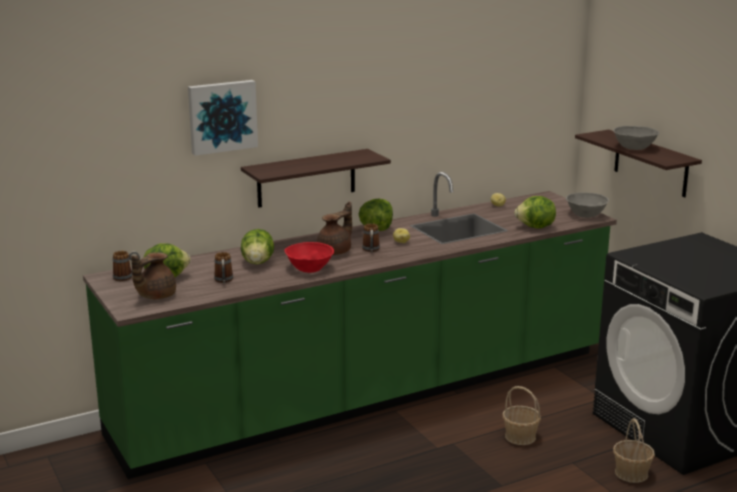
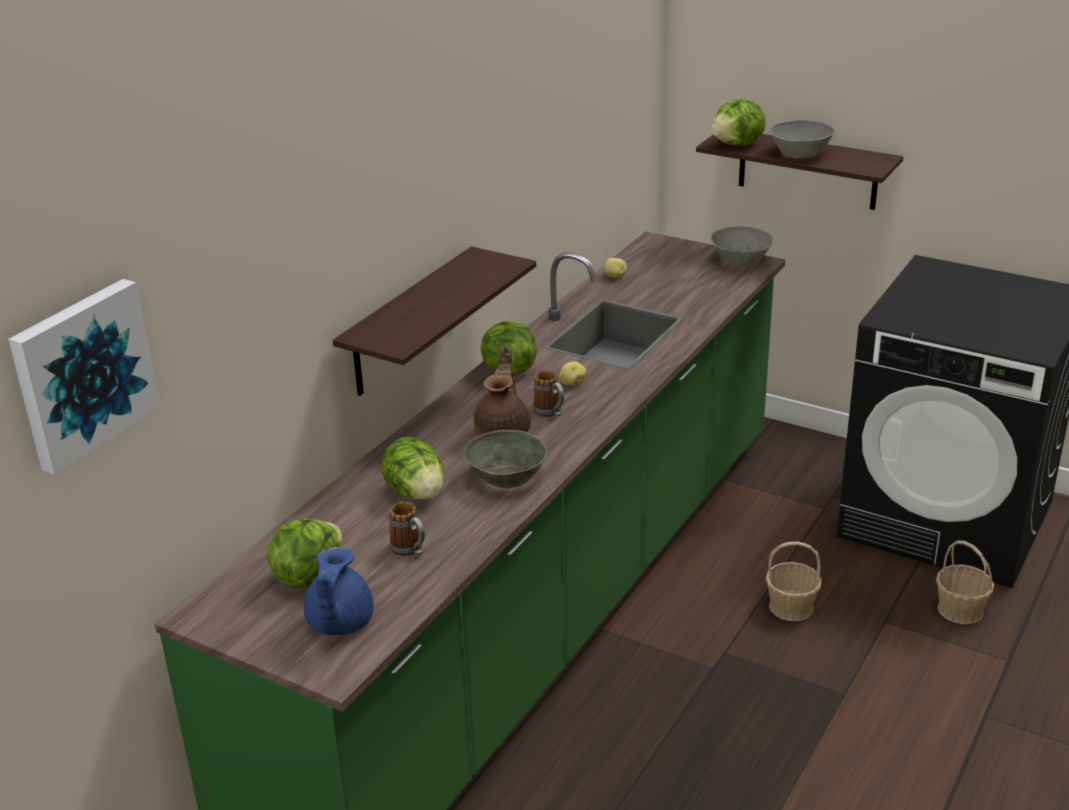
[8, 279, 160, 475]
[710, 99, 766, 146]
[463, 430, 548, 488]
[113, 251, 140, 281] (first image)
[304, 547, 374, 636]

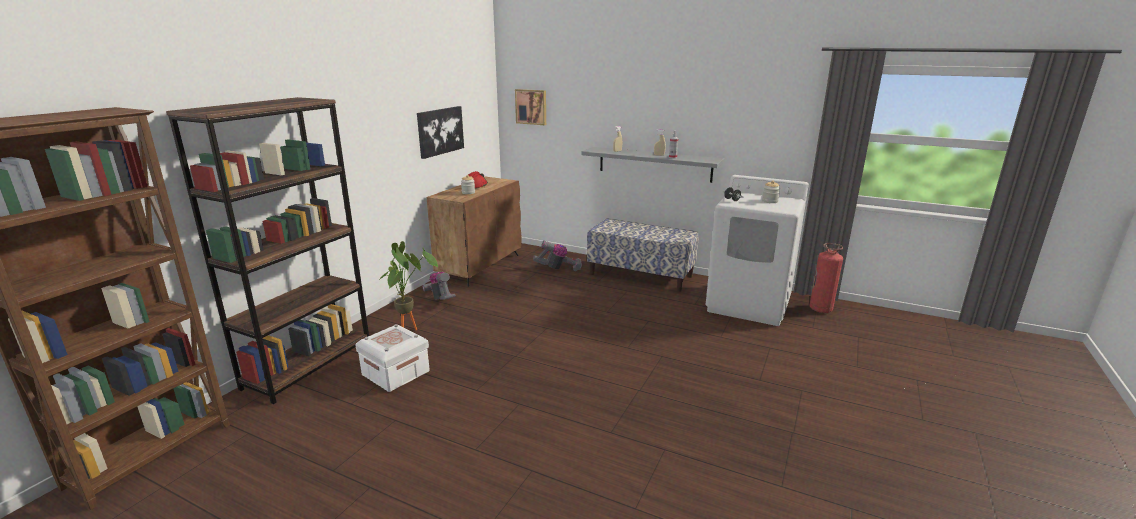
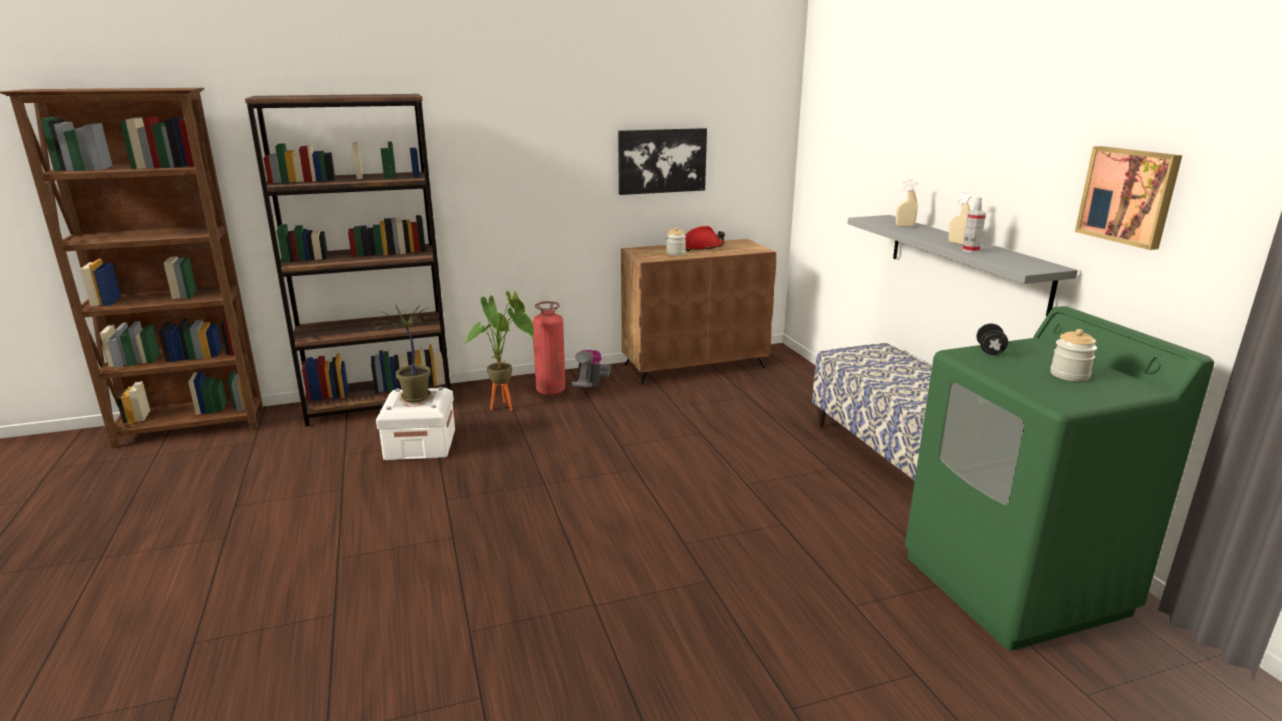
[1075, 146, 1182, 250]
[905, 306, 1214, 651]
[533, 241, 582, 271] (first image)
[532, 301, 565, 395]
[373, 304, 436, 403]

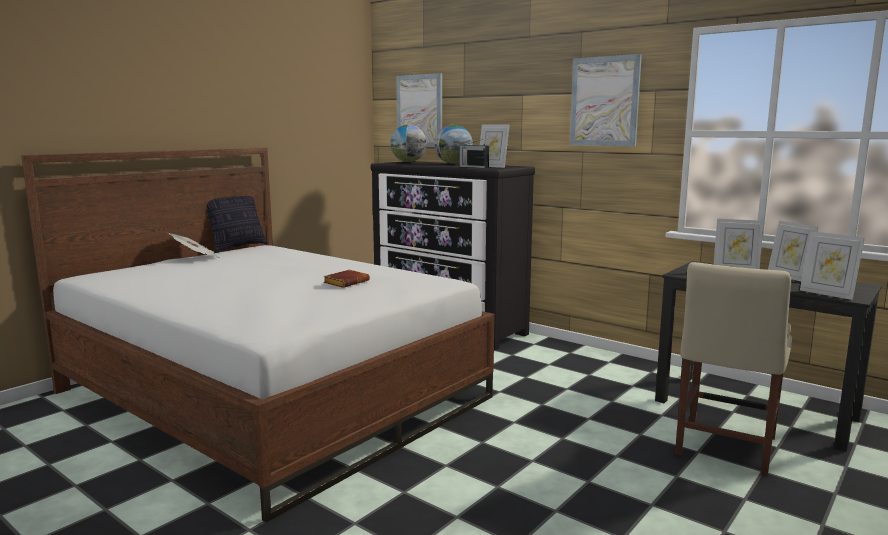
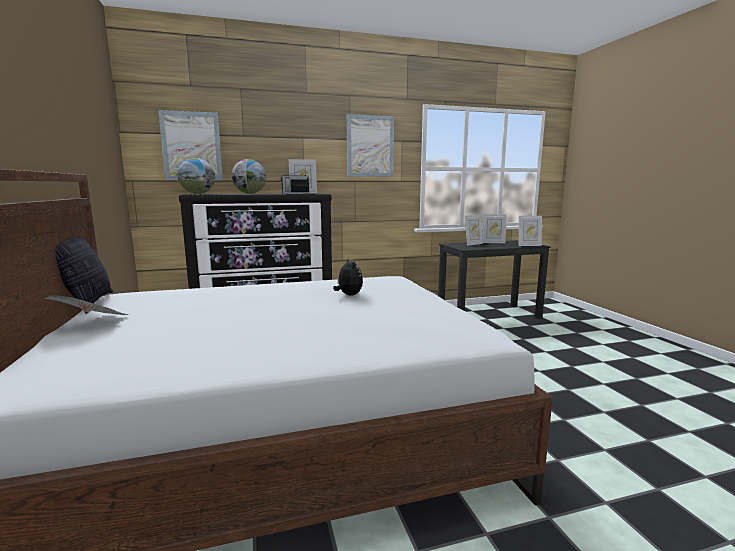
[675, 262, 792, 476] (first image)
[333, 258, 363, 296]

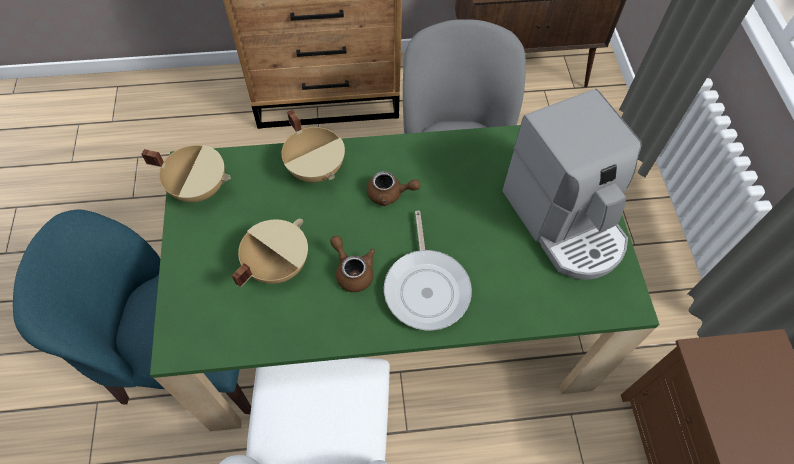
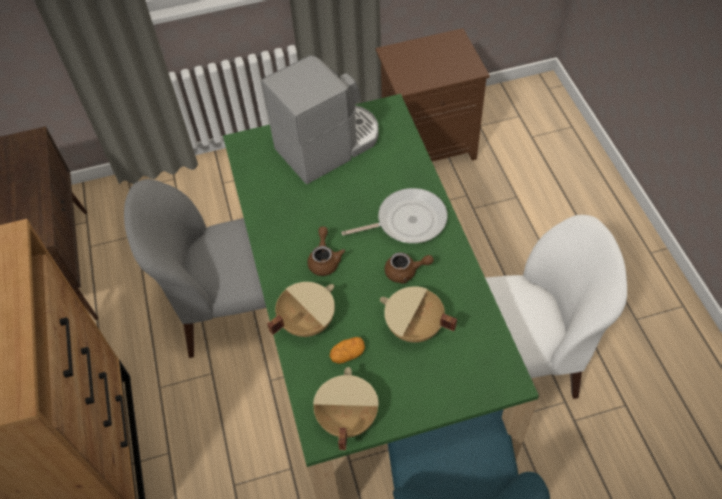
[385, 252, 434, 284]
[329, 337, 365, 364]

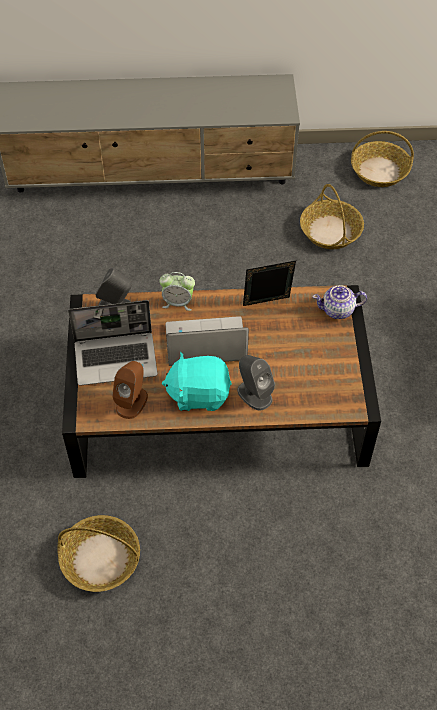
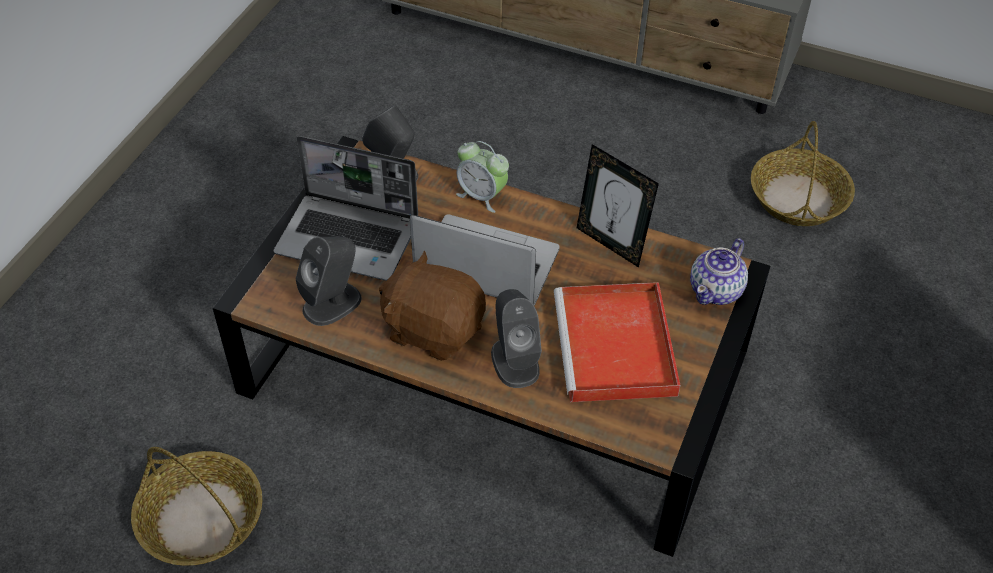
[351, 131, 414, 187] (first image)
[577, 144, 659, 268]
[690, 238, 748, 305]
[379, 251, 486, 361]
[295, 236, 362, 326]
[554, 282, 680, 402]

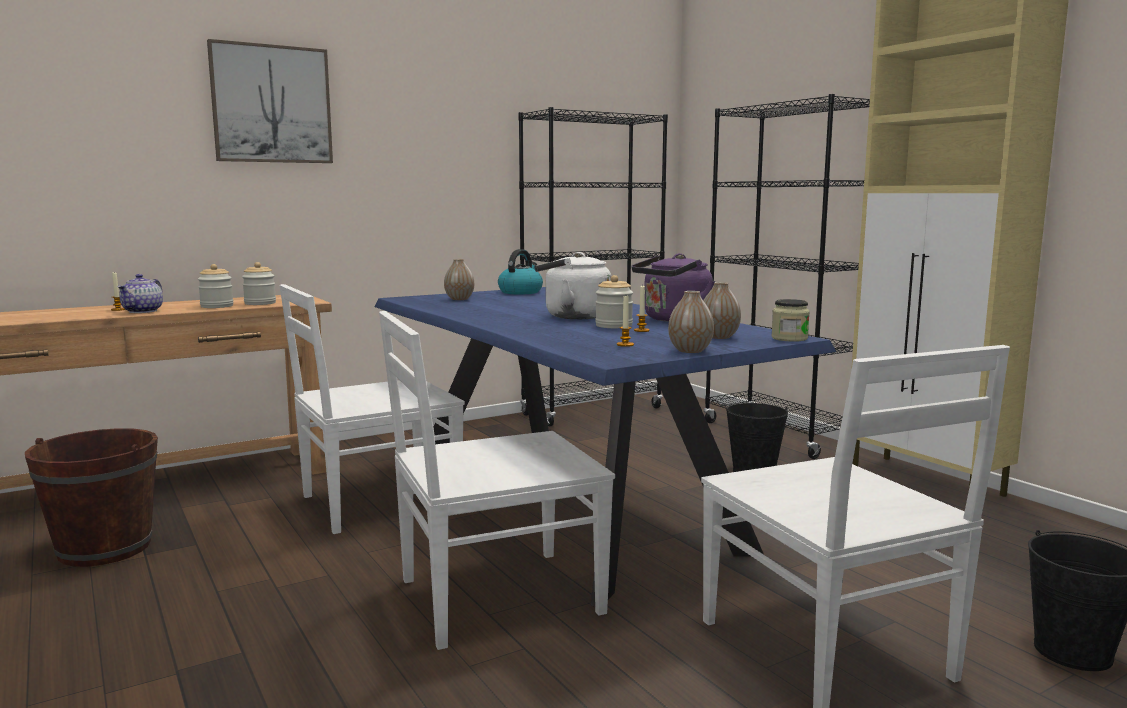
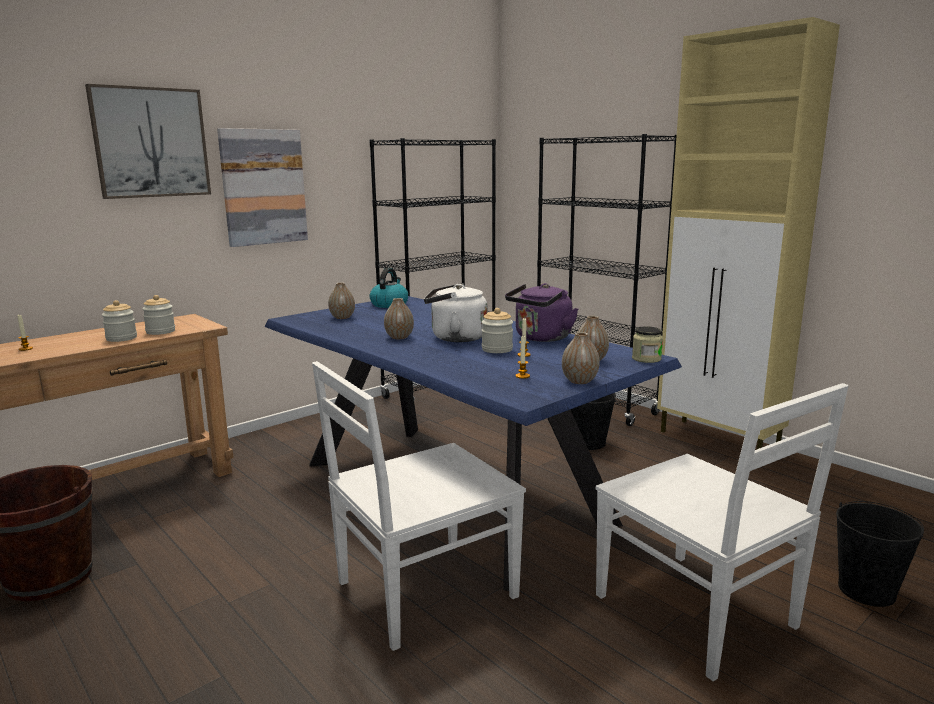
[117, 274, 163, 313] (first image)
[279, 284, 465, 534] (first image)
[217, 128, 308, 247]
[384, 298, 414, 339]

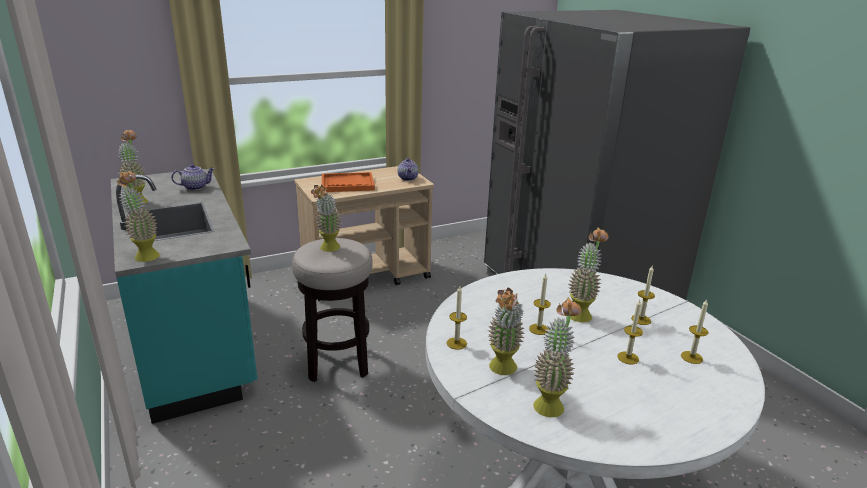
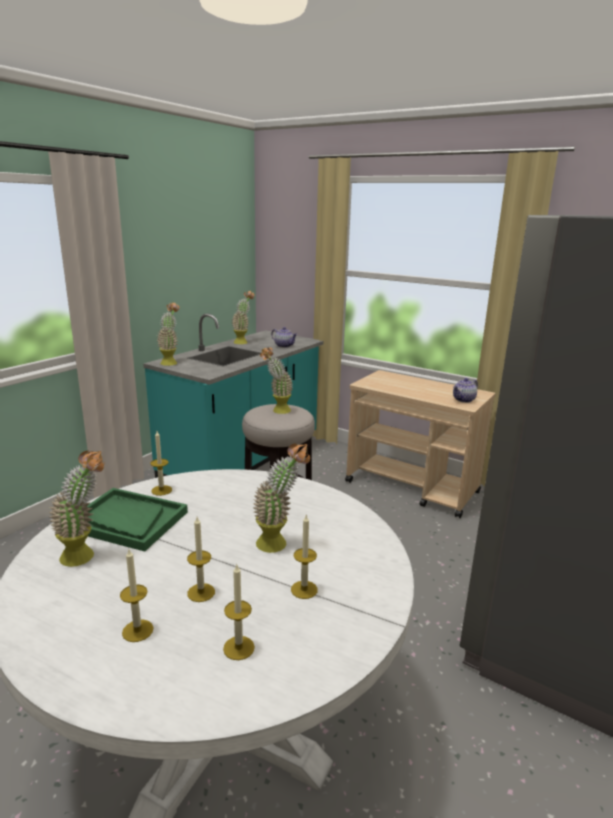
[322, 172, 375, 192] (first image)
[120, 549, 153, 642]
[87, 488, 188, 552]

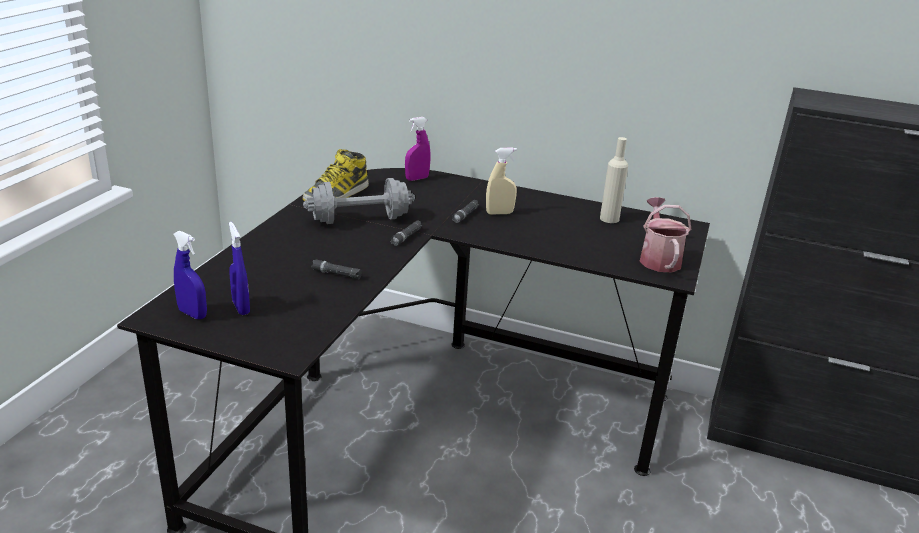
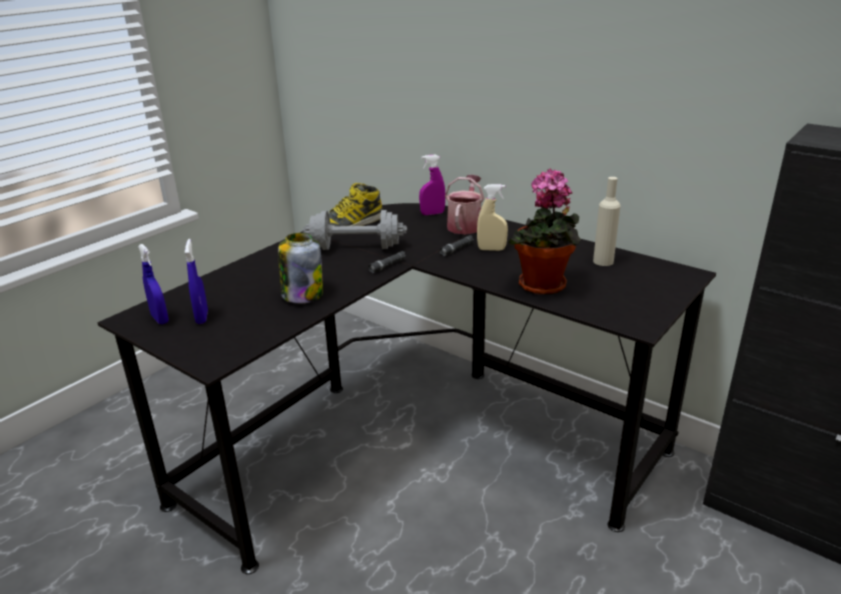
[445, 175, 484, 234]
[278, 233, 323, 303]
[508, 168, 581, 295]

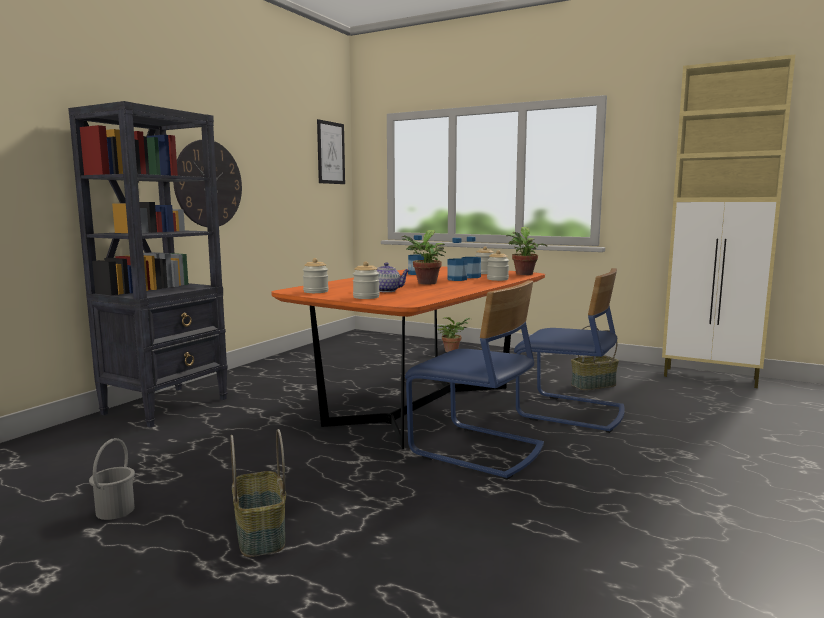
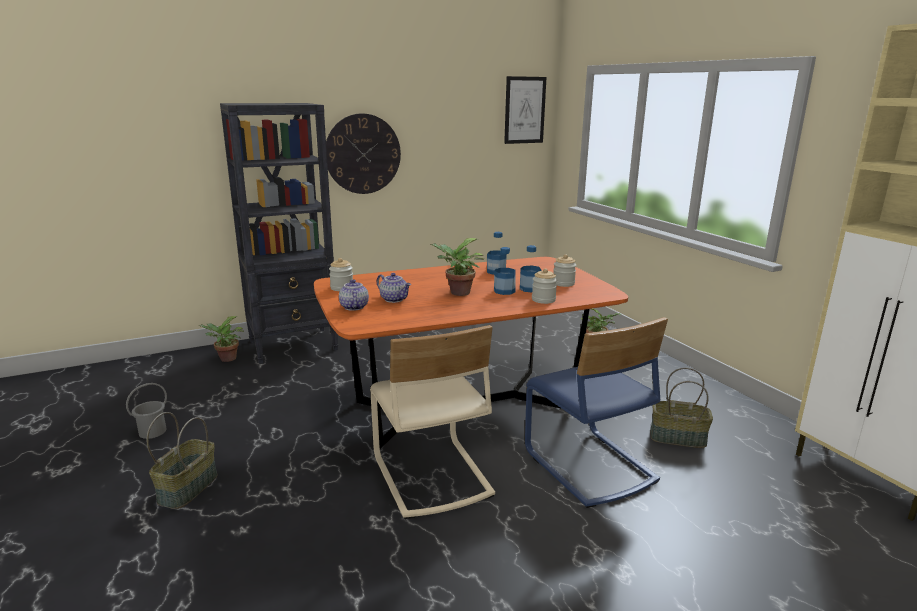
[199, 316, 244, 362]
[339, 279, 369, 311]
[370, 325, 495, 519]

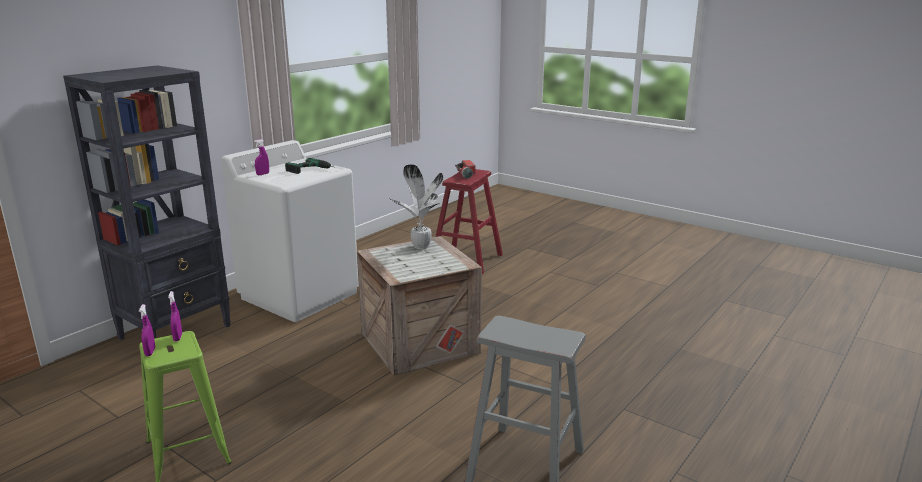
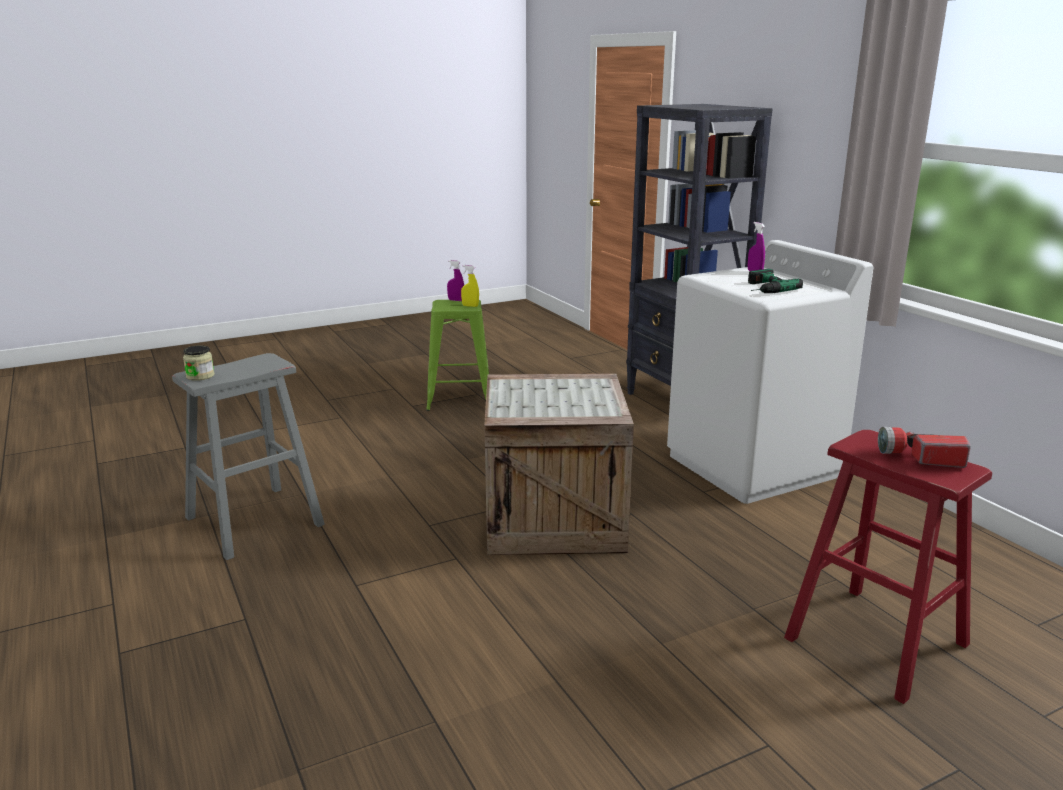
[390, 165, 443, 249] (first image)
[461, 265, 479, 307]
[183, 345, 214, 381]

